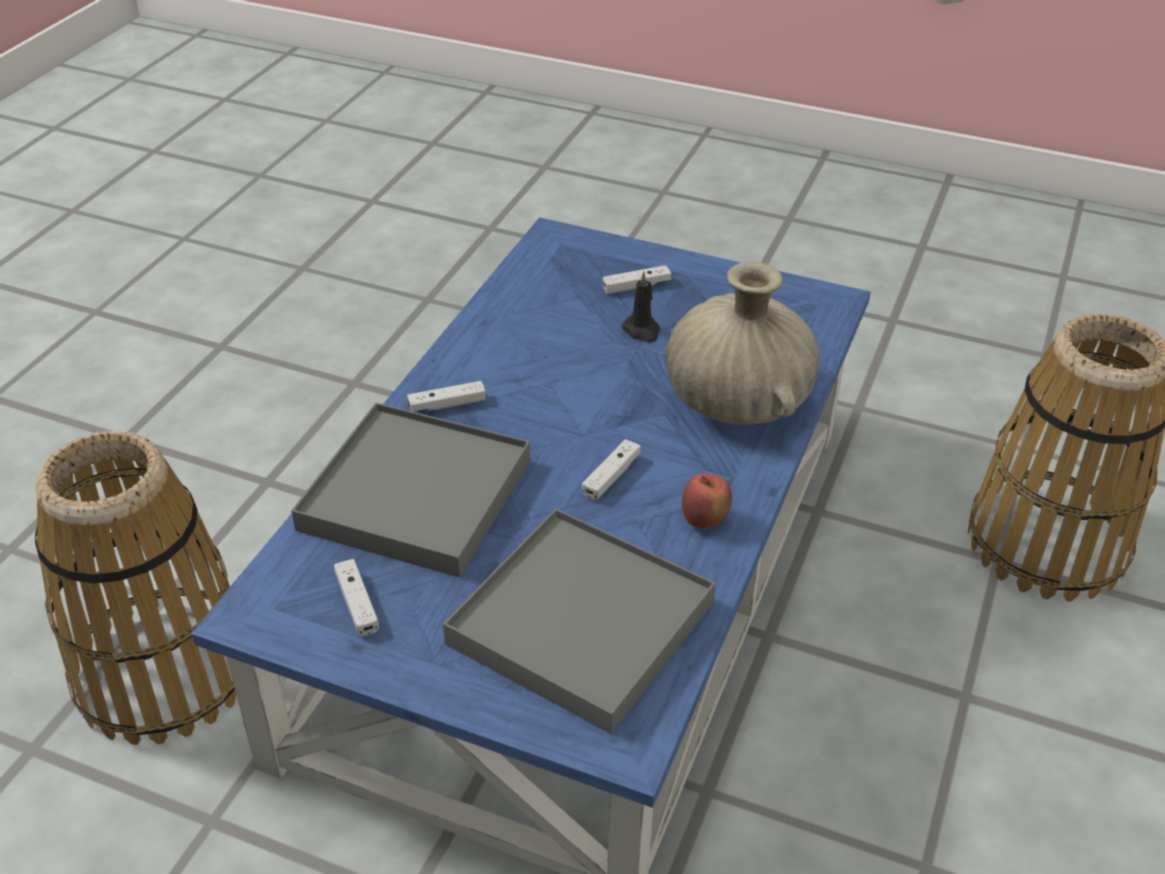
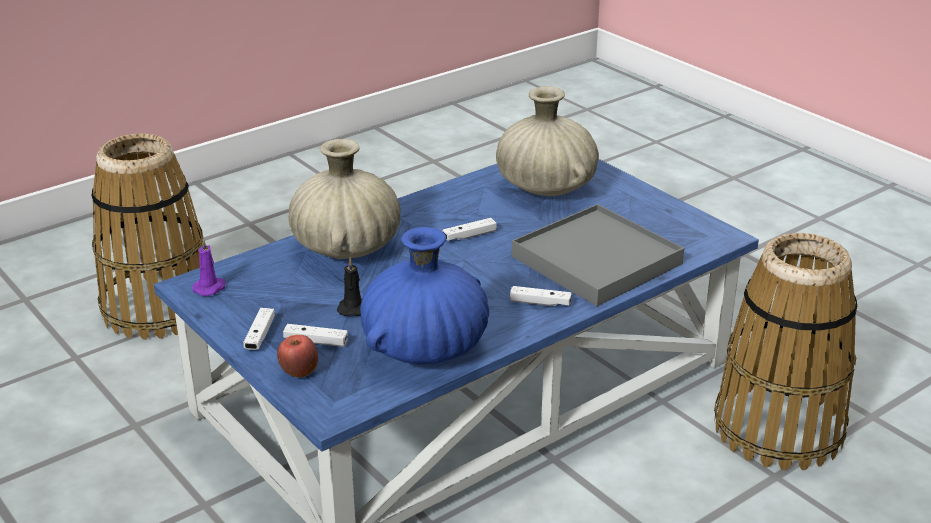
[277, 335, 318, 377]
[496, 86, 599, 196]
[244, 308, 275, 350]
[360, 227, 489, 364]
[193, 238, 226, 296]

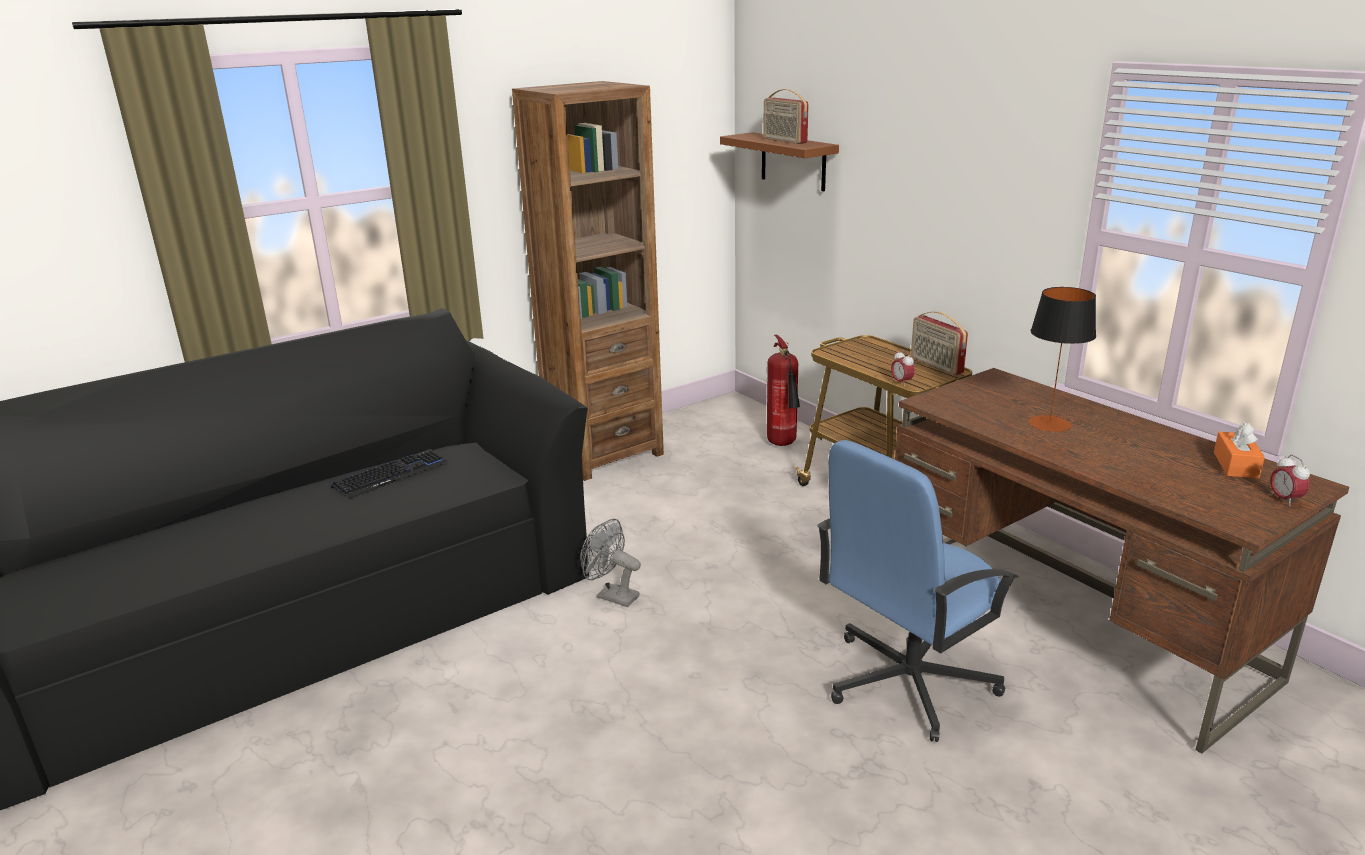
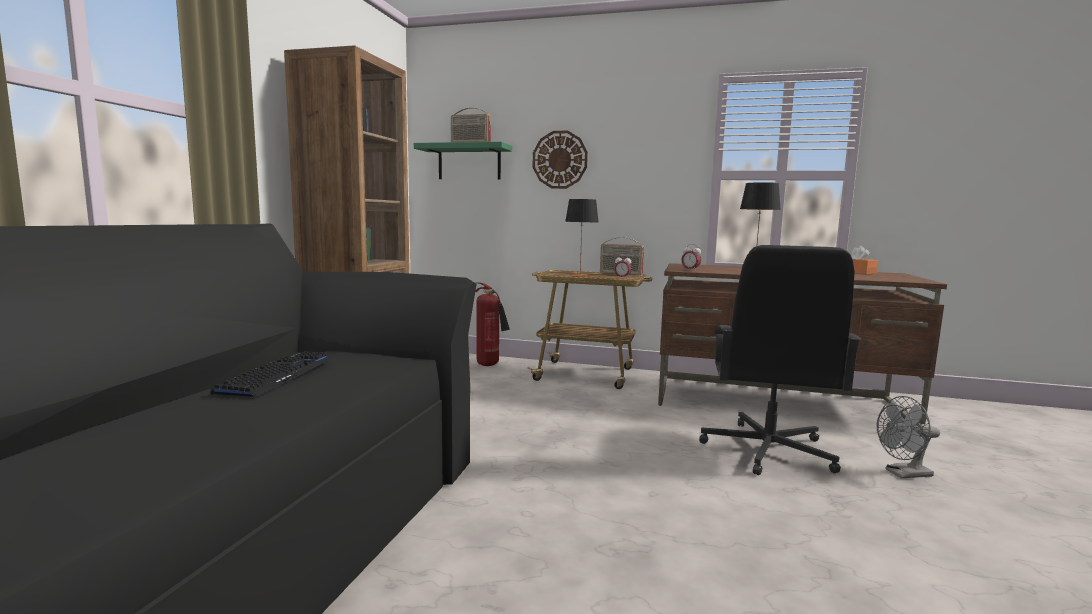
[414, 142, 512, 180]
[699, 245, 861, 475]
[681, 244, 701, 271]
[877, 396, 940, 479]
[533, 131, 588, 189]
[565, 199, 598, 277]

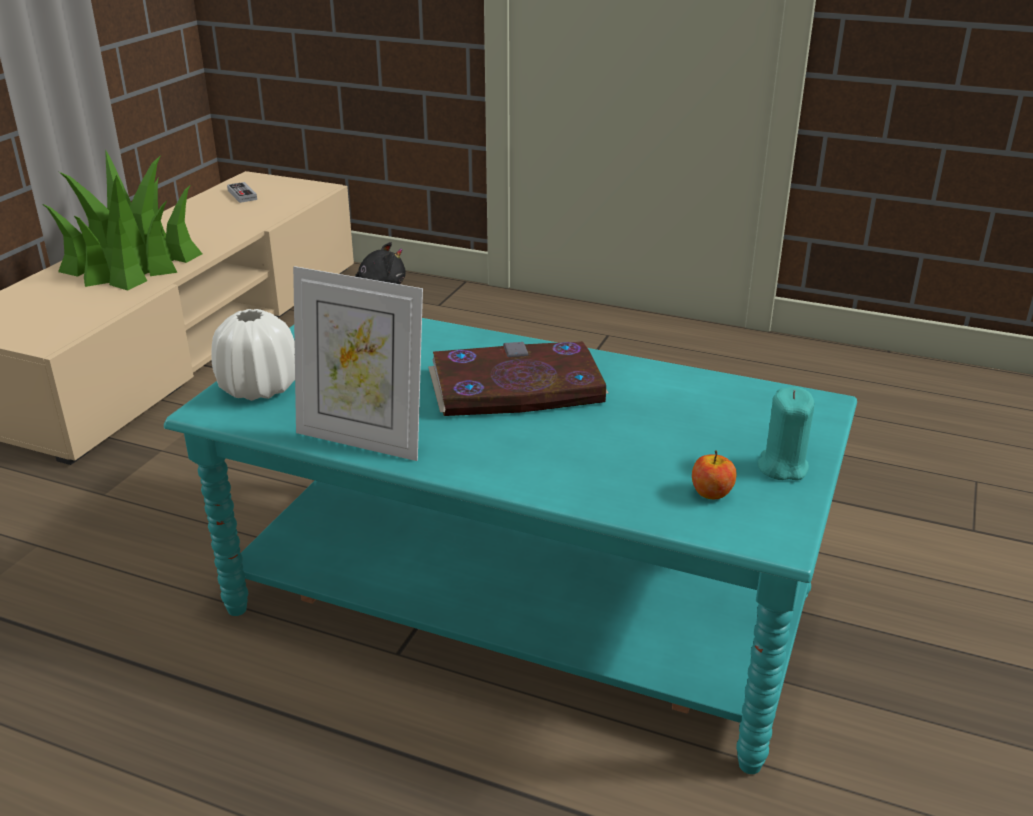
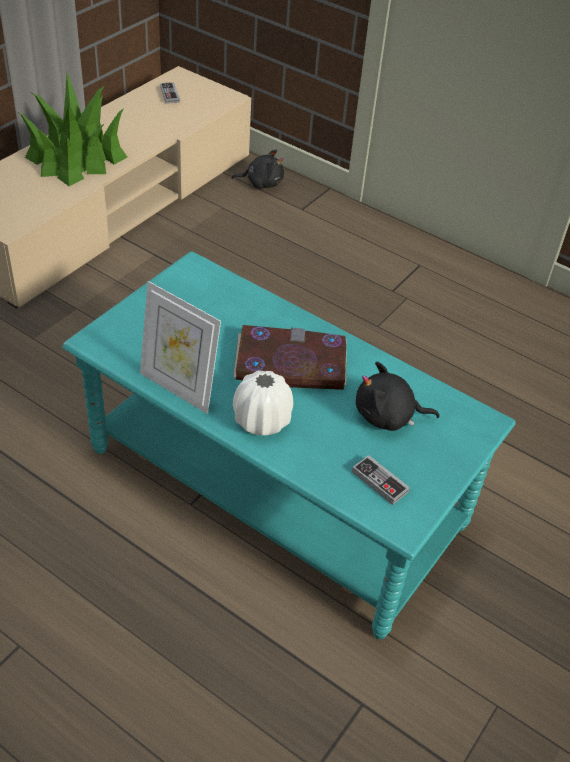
[233, 371, 293, 435]
[757, 387, 814, 480] (first image)
[352, 455, 410, 505]
[356, 361, 440, 431]

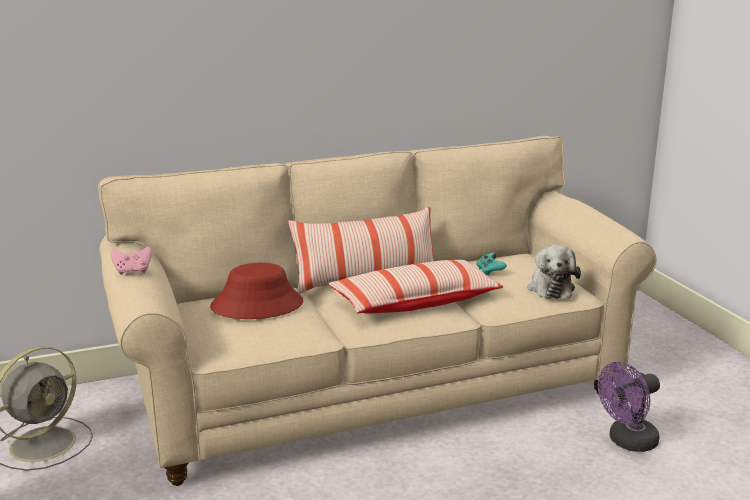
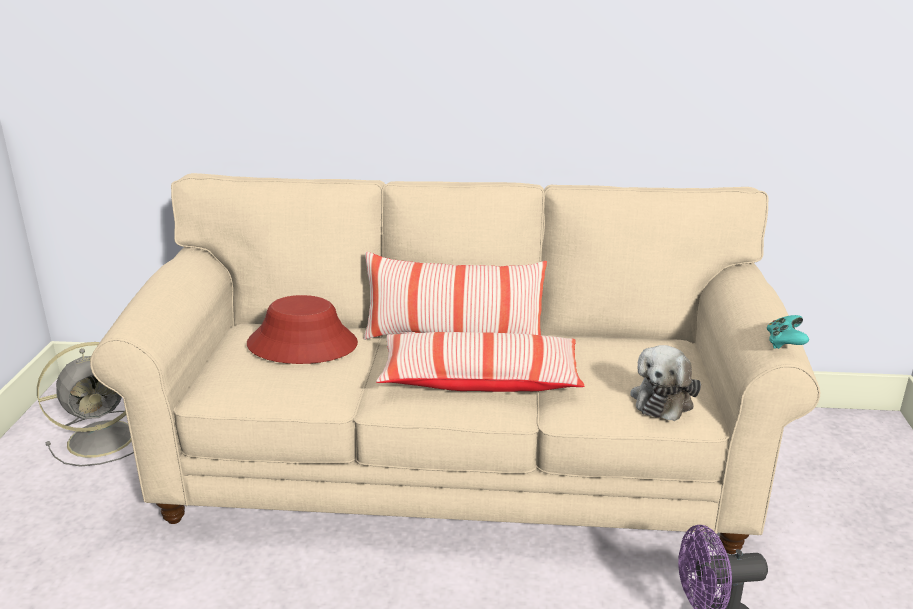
[111, 247, 152, 275] (first image)
[767, 315, 809, 349]

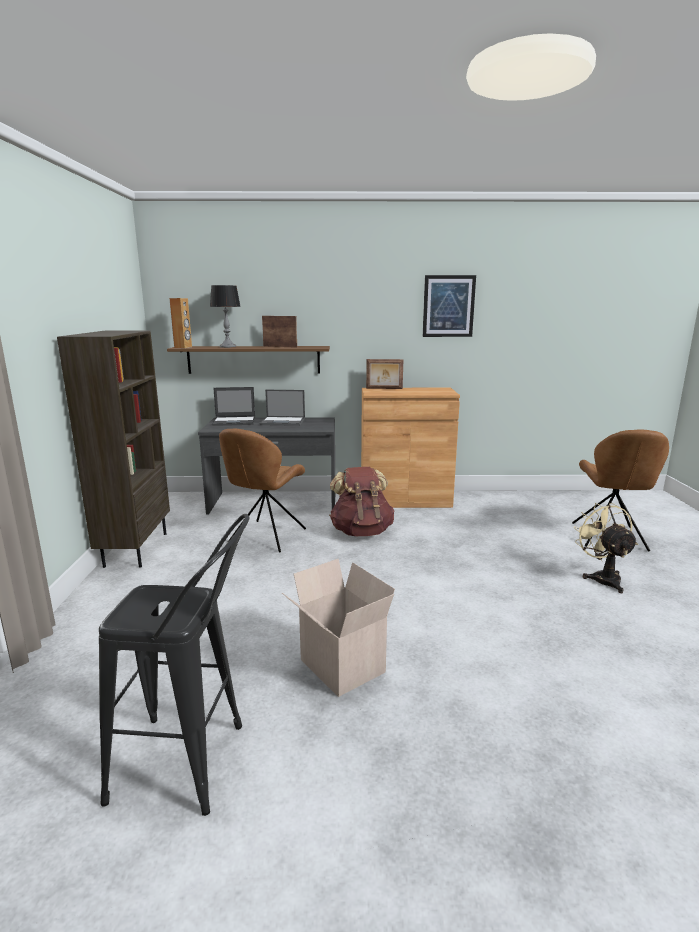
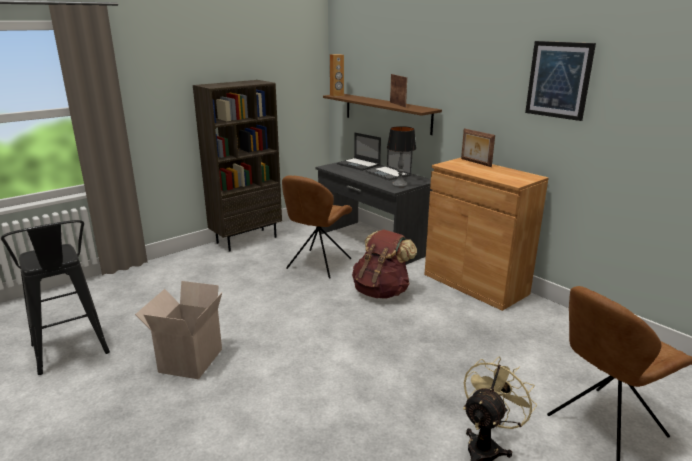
[387, 126, 416, 187]
[282, 175, 352, 279]

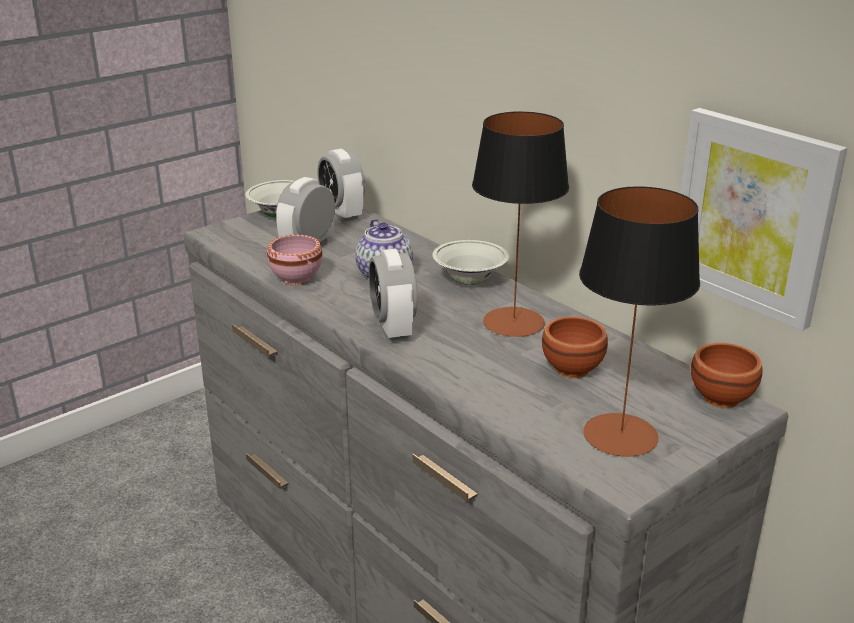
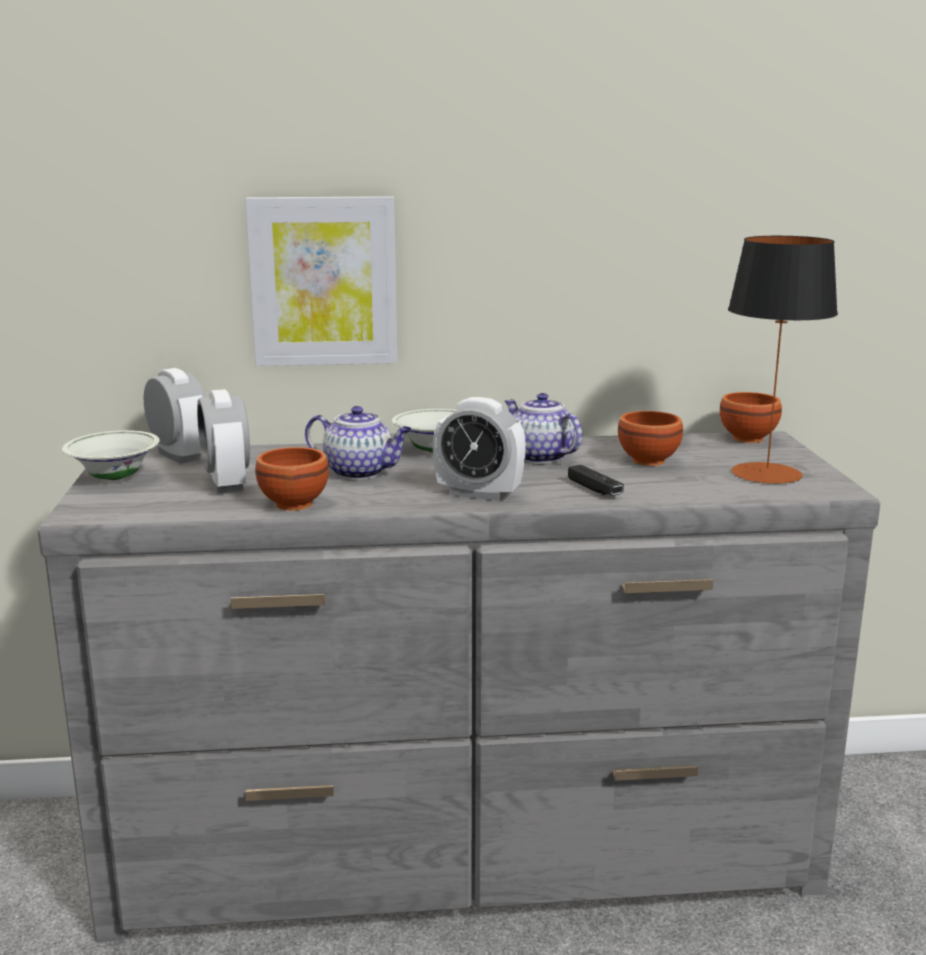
[245, 196, 397, 366]
[505, 393, 582, 464]
[143, 368, 205, 464]
[255, 447, 329, 511]
[568, 465, 624, 496]

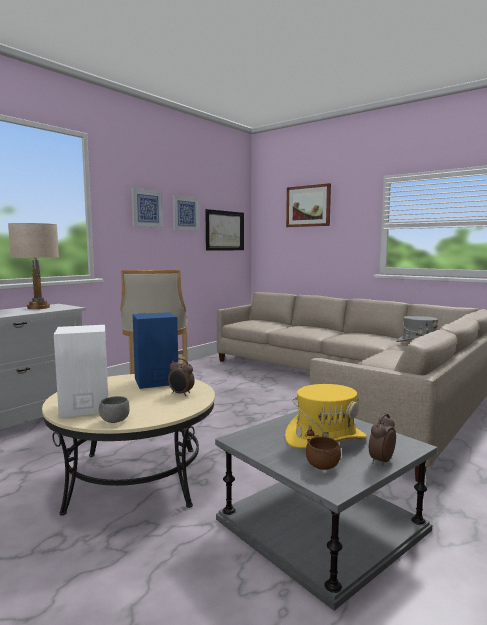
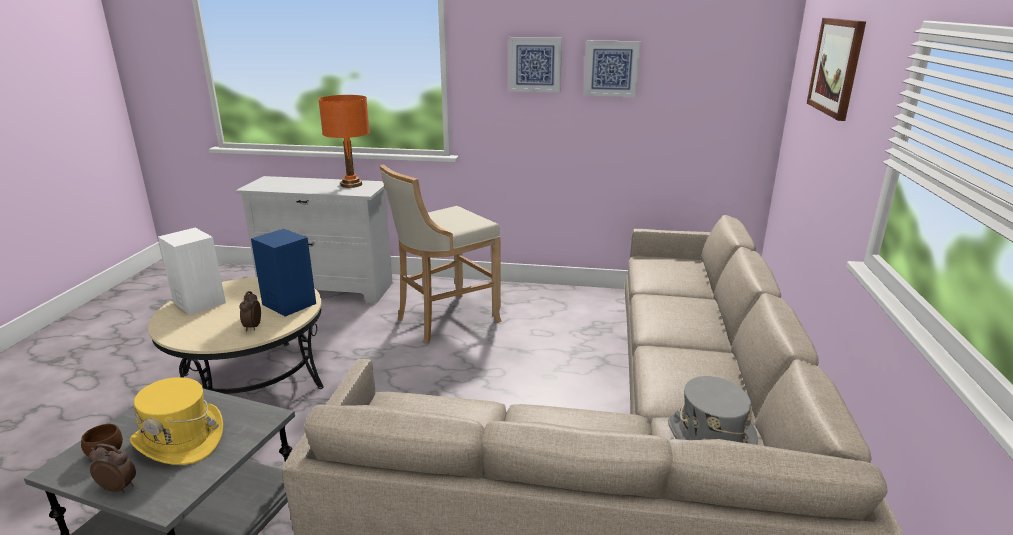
[205, 209, 244, 251] (first image)
[318, 95, 370, 188]
[99, 396, 130, 423] (first image)

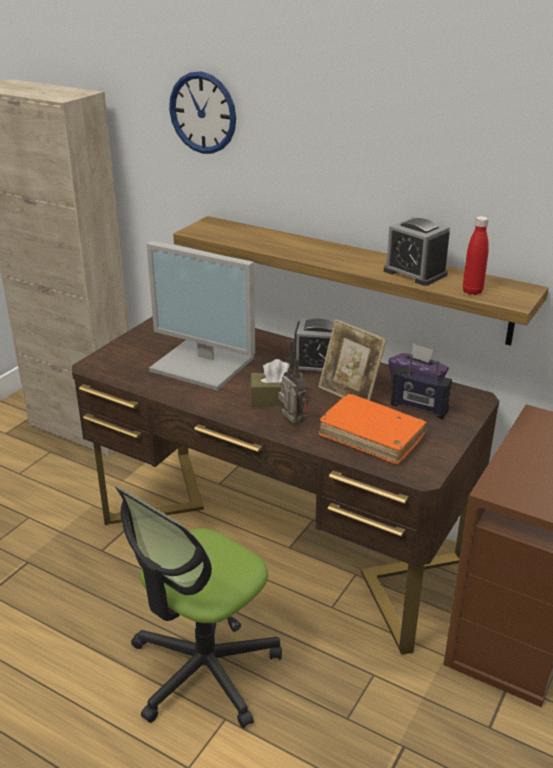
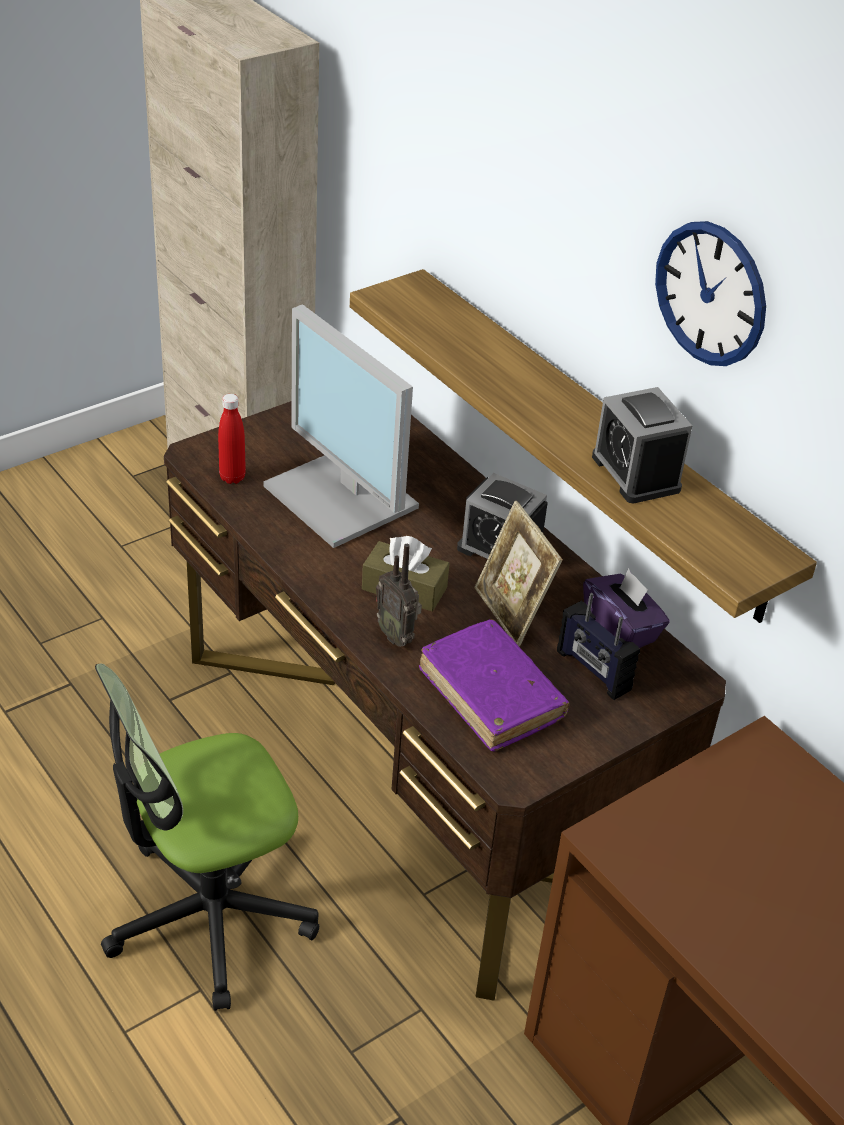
[655, 221, 766, 366]
[218, 394, 246, 484]
[376, 544, 422, 647]
[419, 619, 569, 752]

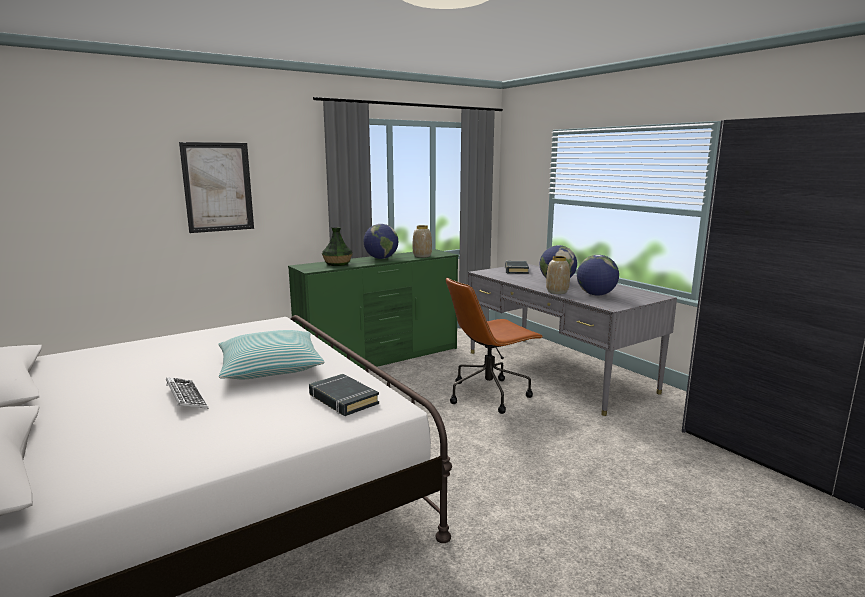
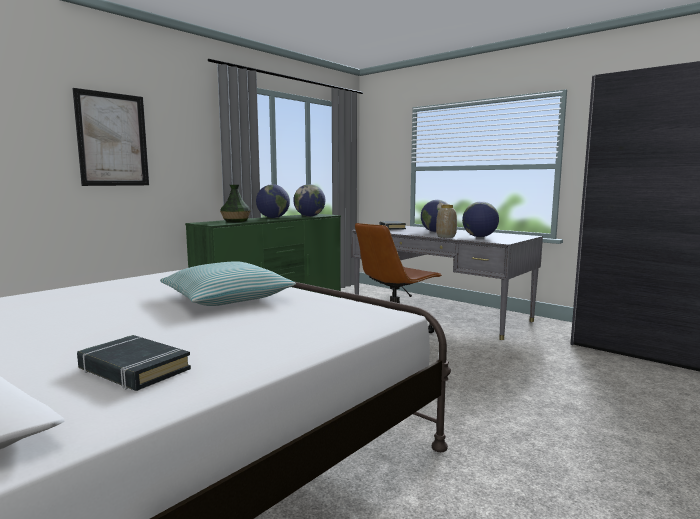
[293, 184, 325, 217]
[77, 335, 191, 391]
[166, 377, 208, 409] (first image)

